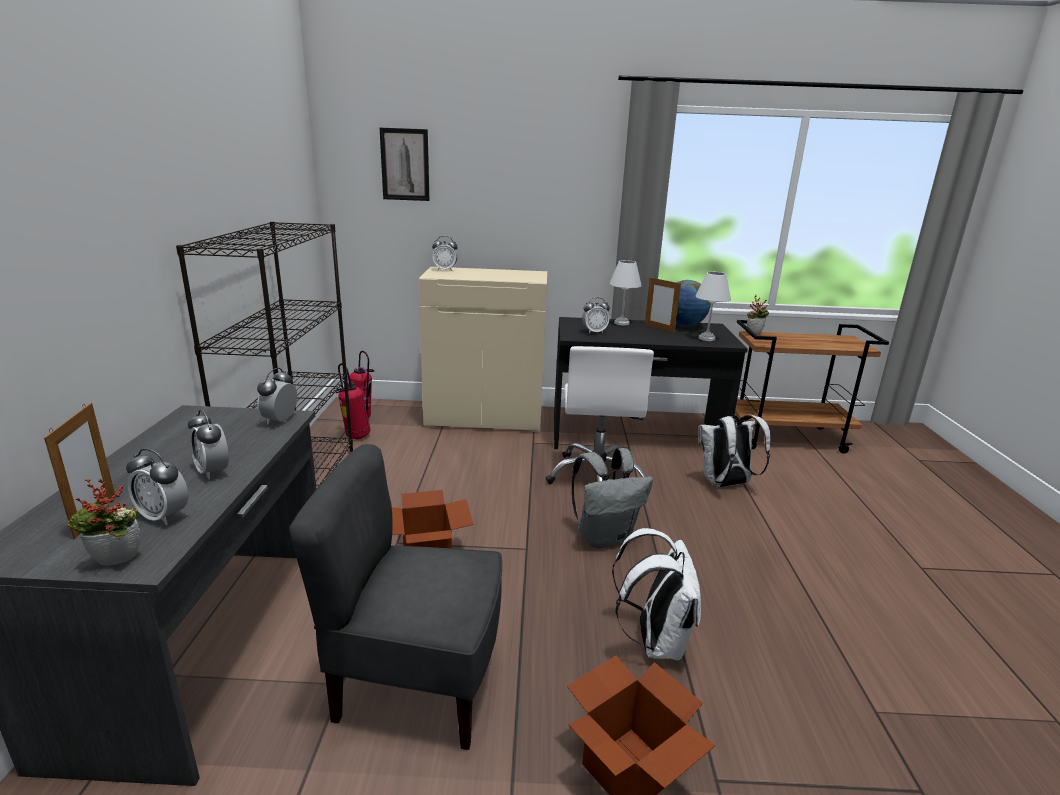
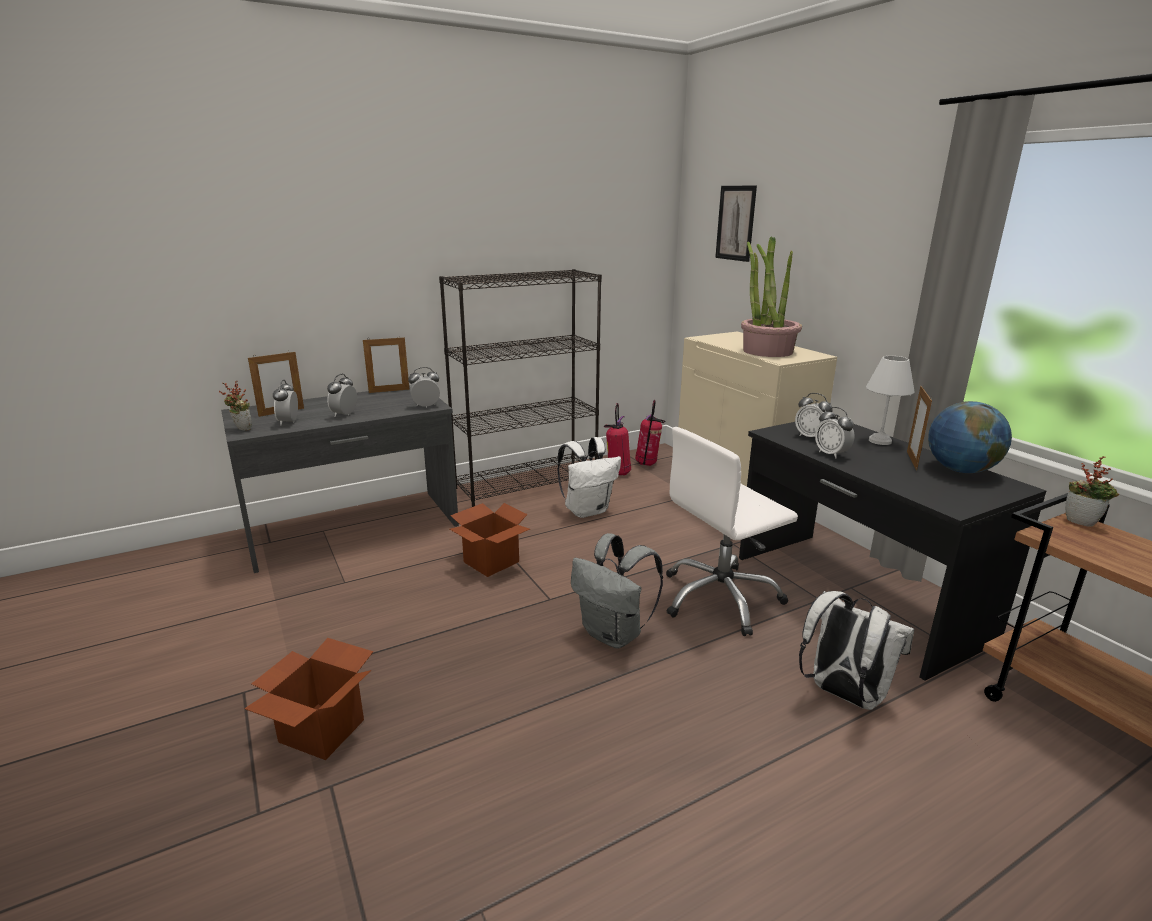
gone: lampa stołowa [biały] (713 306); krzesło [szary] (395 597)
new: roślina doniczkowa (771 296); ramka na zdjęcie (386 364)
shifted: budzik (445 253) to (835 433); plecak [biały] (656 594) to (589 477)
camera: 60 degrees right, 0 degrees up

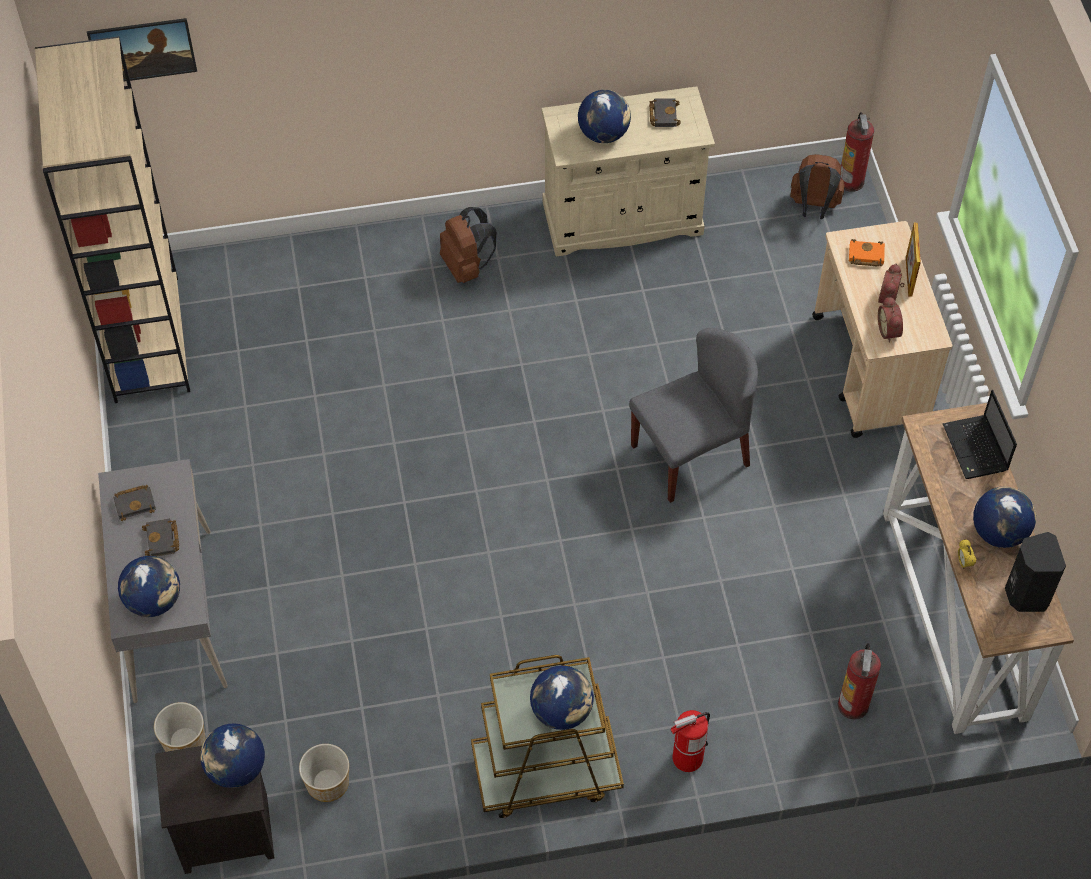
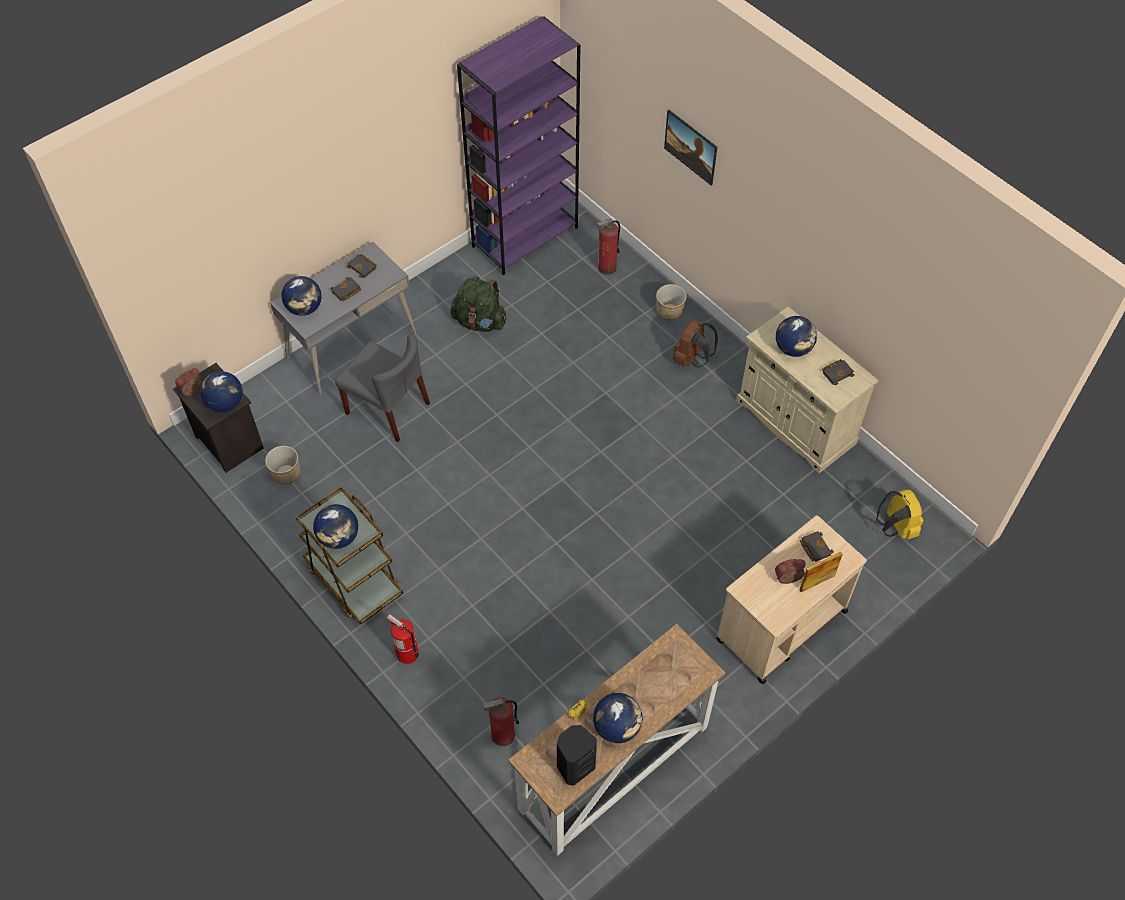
gone: laptop (980 434)
new: plecak [zielony] (479 304)
shifted: obraz (142 50) to (690 147); gaśnica (857 152) to (608 247); budzik (890 319) to (189 382); krzesło [szary] (693 415) to (382 388); donica (179 727) to (671 302)
repainted: regał [beżowy] (112 219) to regał [fioletowy] (518 145); plecak [brązowy] (817 186) to plecak [żółty] (900 514); książka [pomarańczowy] (867 253) to książka [czarny] (817 546)
camera: 60 degrees right, 0 degrees up

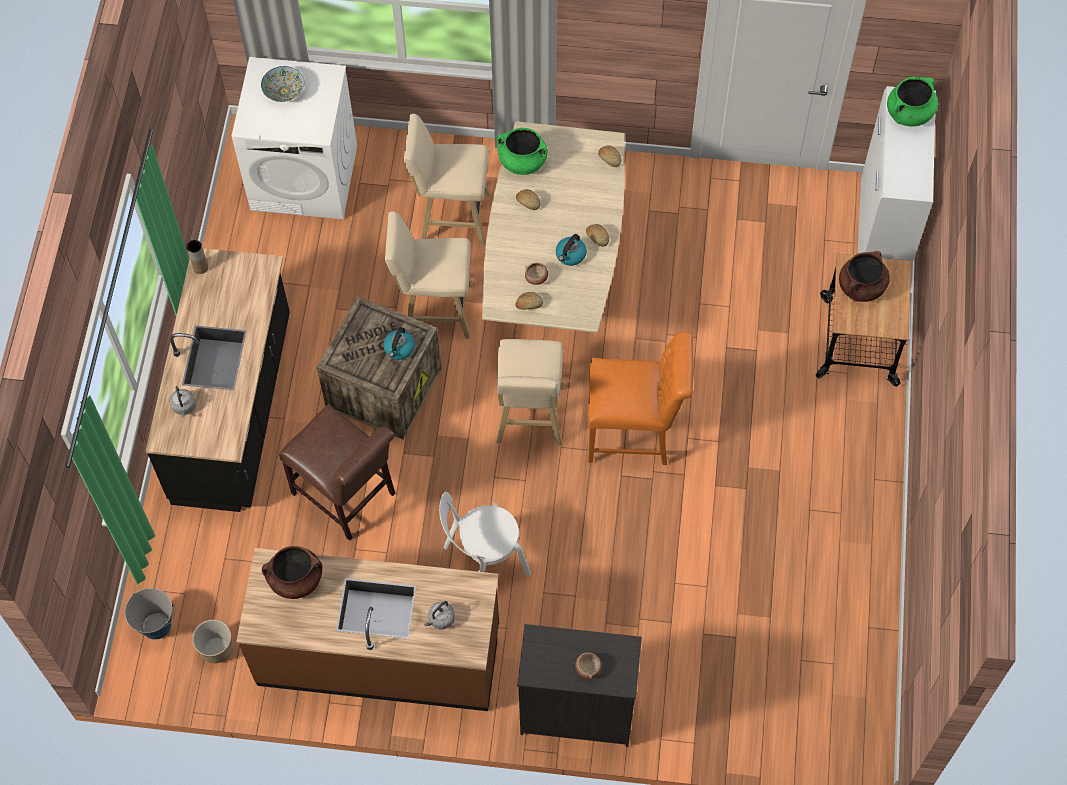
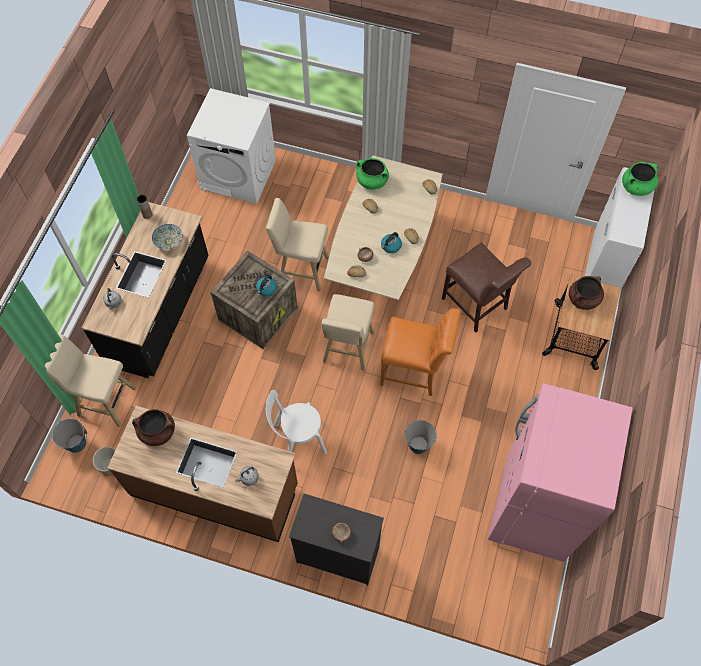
new: lodówka [różowy] (560 472); wiadro (421 437)
shifted: miska (283 84) to (167 237); stołek [beżowy] (447 180) to (91 380); krzesło [brązowy] (337 472) to (486 287)
camera: 10 degrees right, 0 degrees up

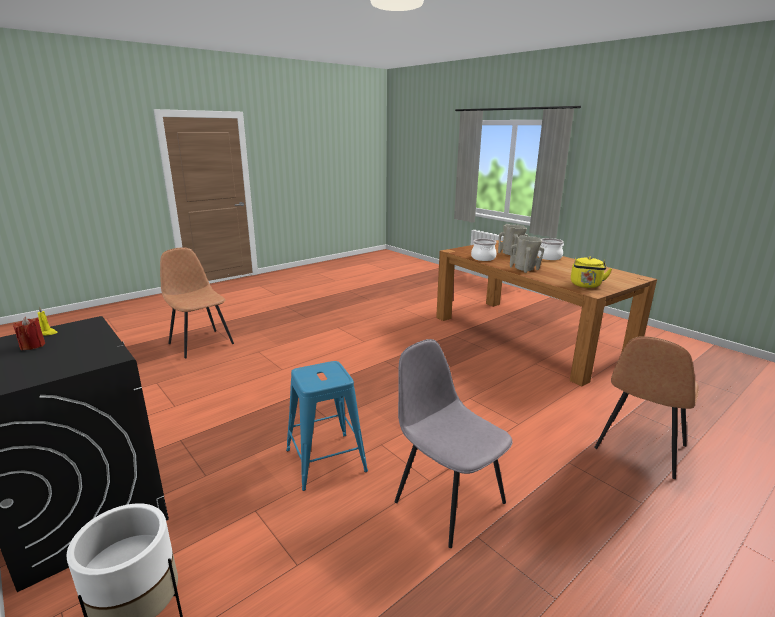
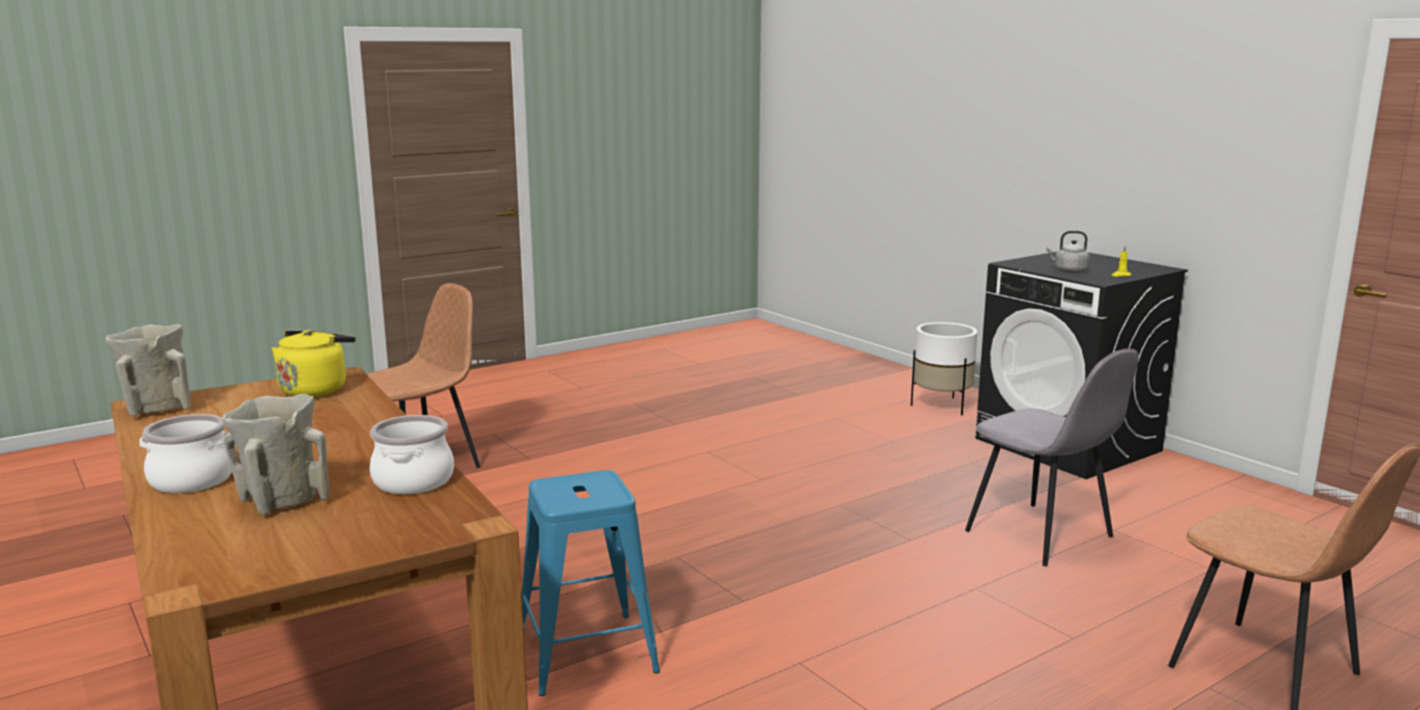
gone: świeca [czerwony] (29 333)
new: czajnik [szary] (1068 252)
shifted: wazon [beżowy] (527 254) to (147 370); krzesło [szary] (453 443) to (1052 457); stołek [niebieski] (327 426) to (591 583)
camera: 175 degrees left, 5 degrees down

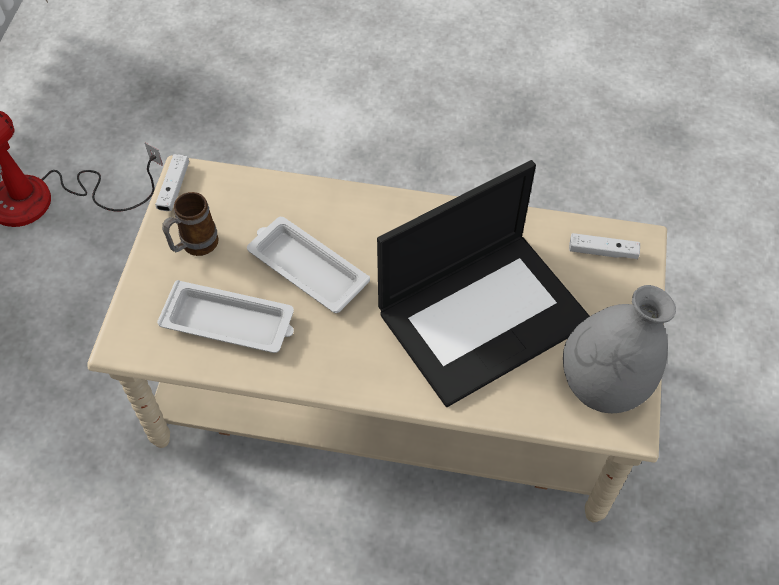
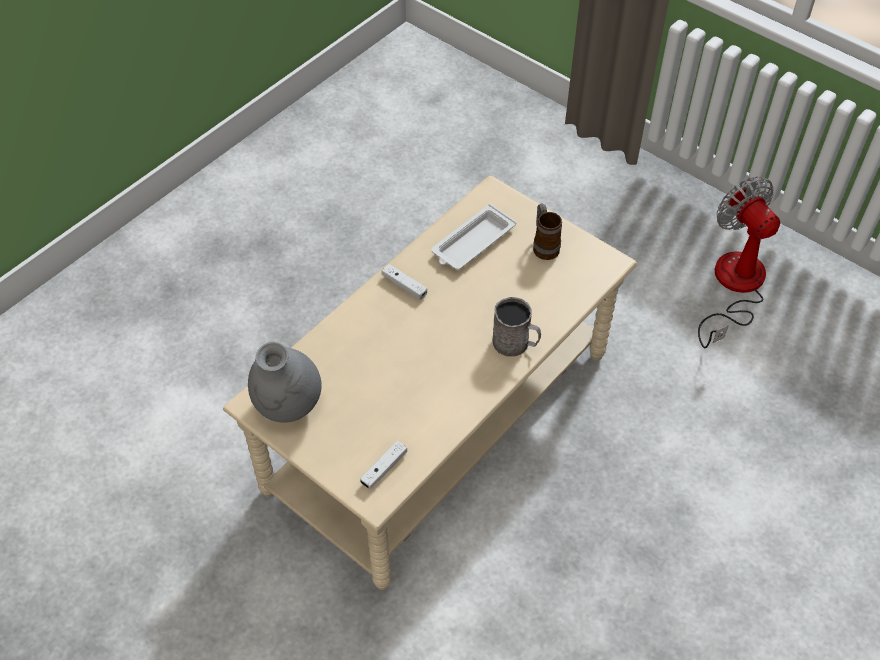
gone: laptop (483 283); taca [biały] (308 265)
new: kubek [szary] (516 327)
shifted: pad do gier [biały] (172 182) to (404 282)
camera: 120 degrees right, 5 degrees down

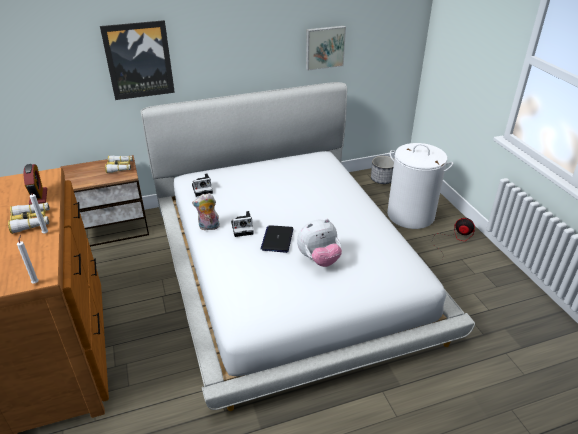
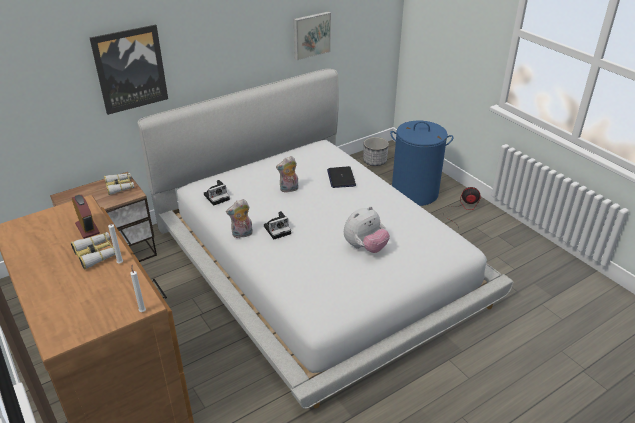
new: pluszak (287 174)
shifted: laptop (277 239) to (341 177)
repainted: kosz na pranie [biały] (420 186) to kosz na pranie [niebieski] (421 163)
camera: 15 degrees left, 0 degrees up

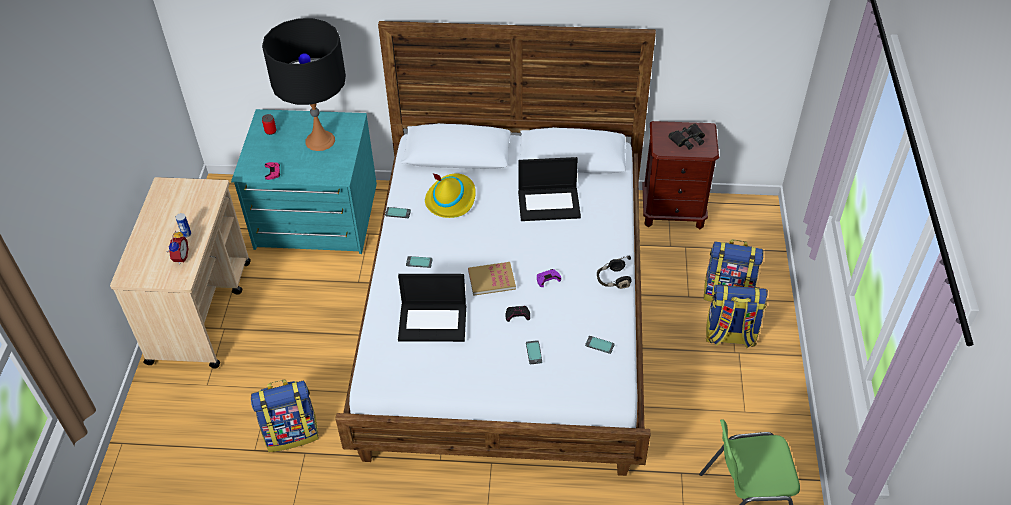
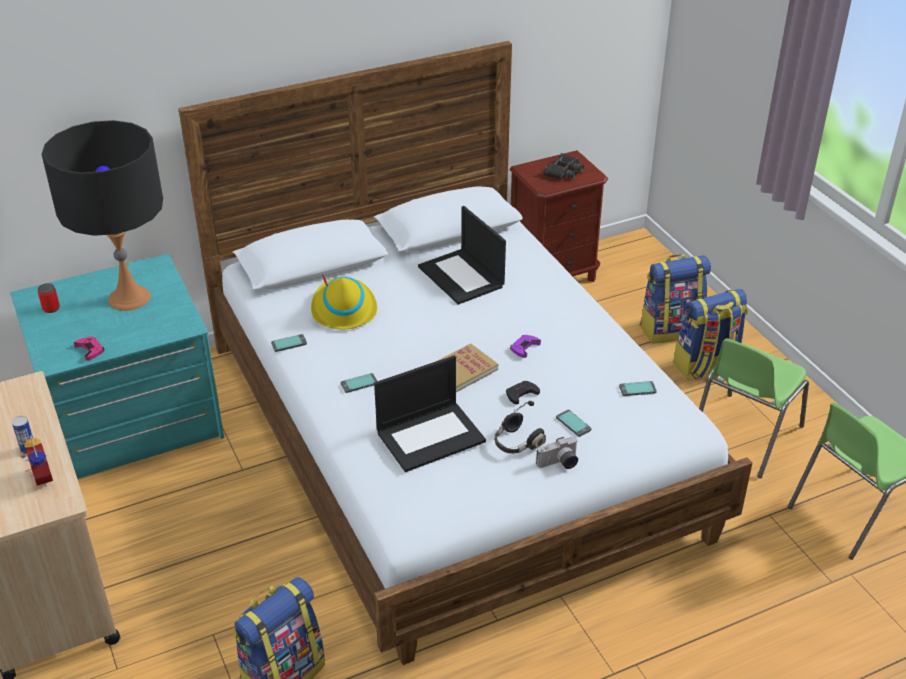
new: krzesło [zielony] (754 408); aparat fotograficzny (557 453)
shifted: słuchawki [czarny] (614 272) to (520 427)
rotated: laptop (549 189) = (462 255) 90 degrees clockwise
camera: 30 degrees left, 10 degrees down

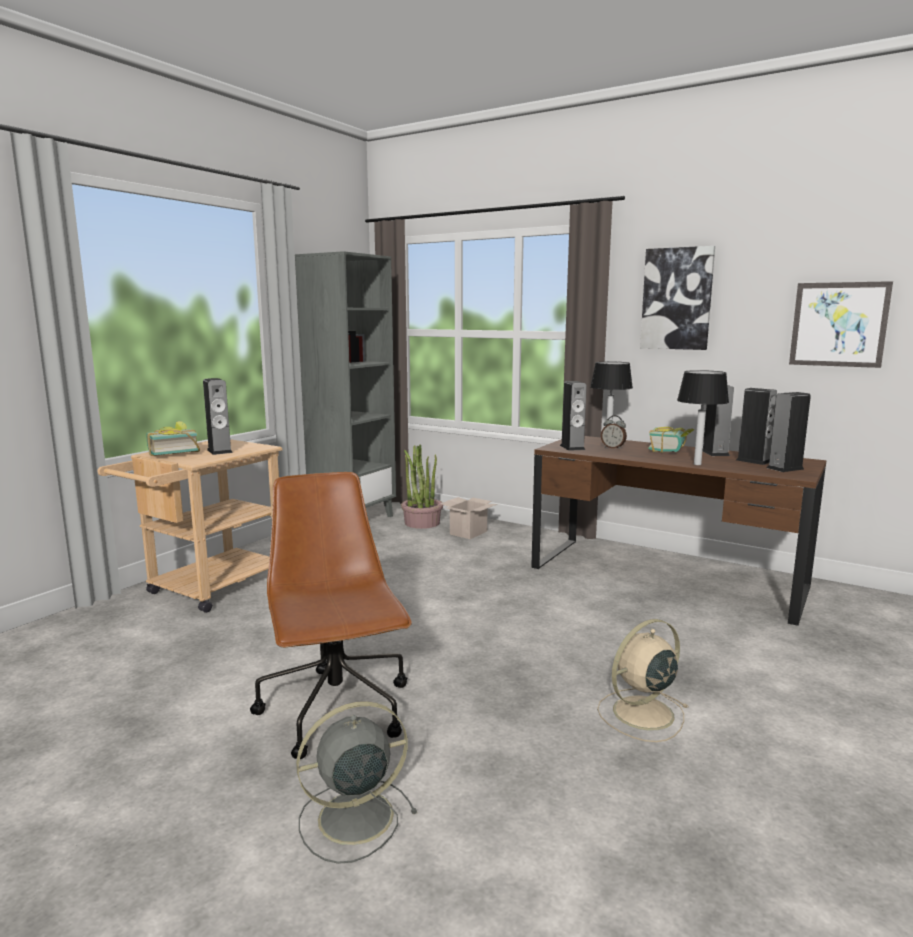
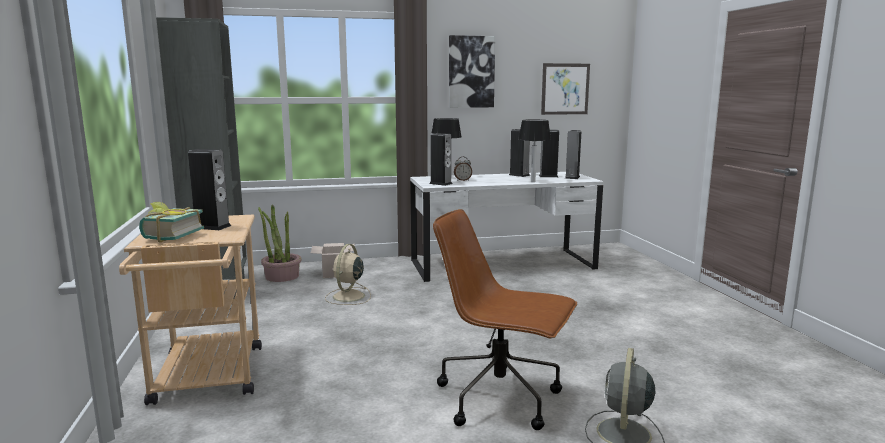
gone: książka (672 439)
shifted: wentylator [beżowy] (642 680) to (348 274)
repainted: biurko [brązowy] (679 531) to biurko [biały] (507 227)
camera: 45 degrees left, 0 degrees up

